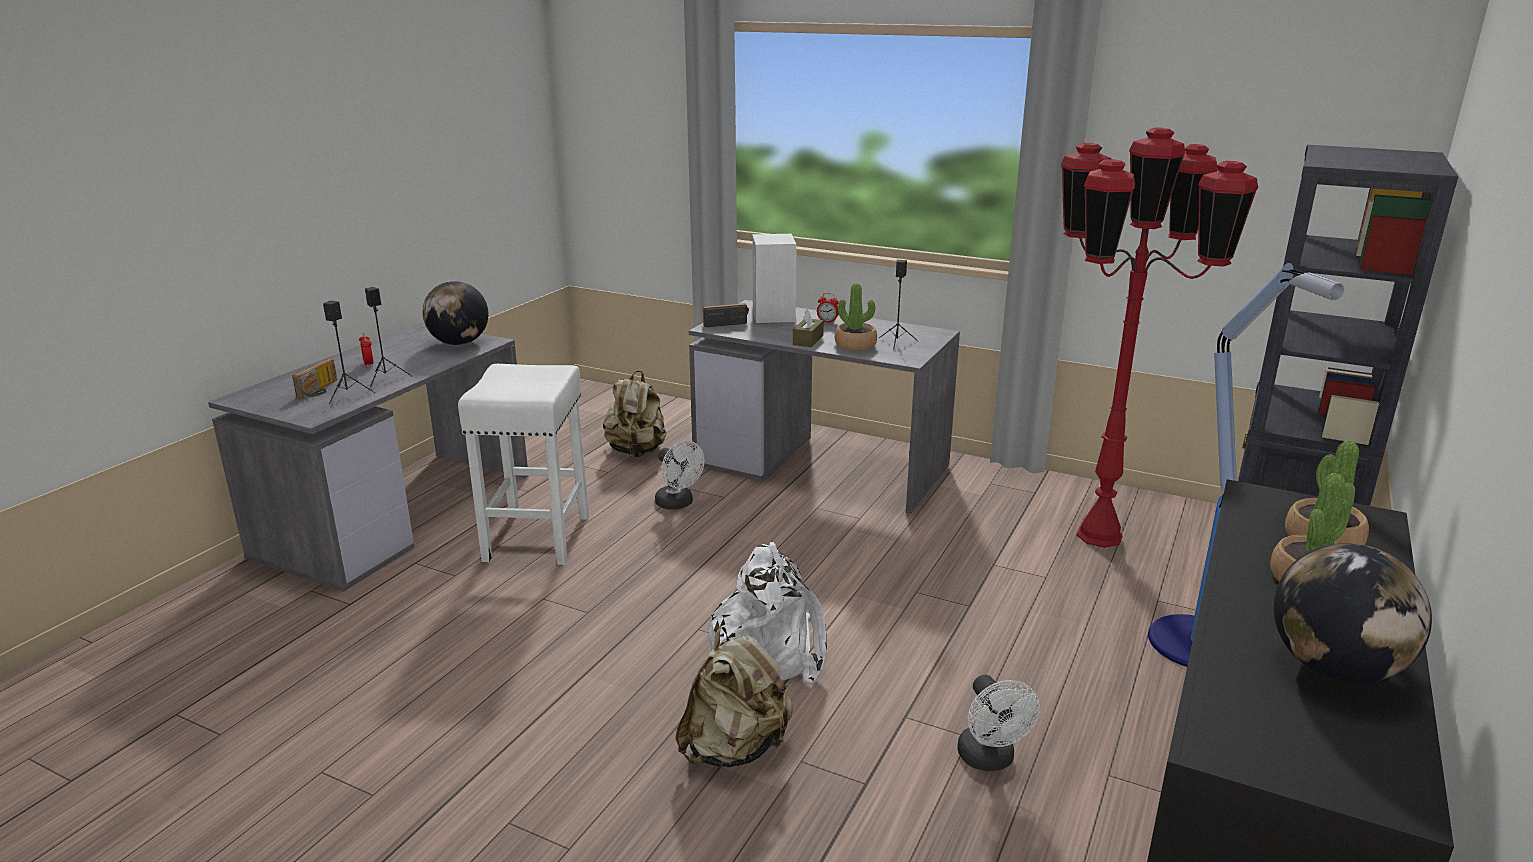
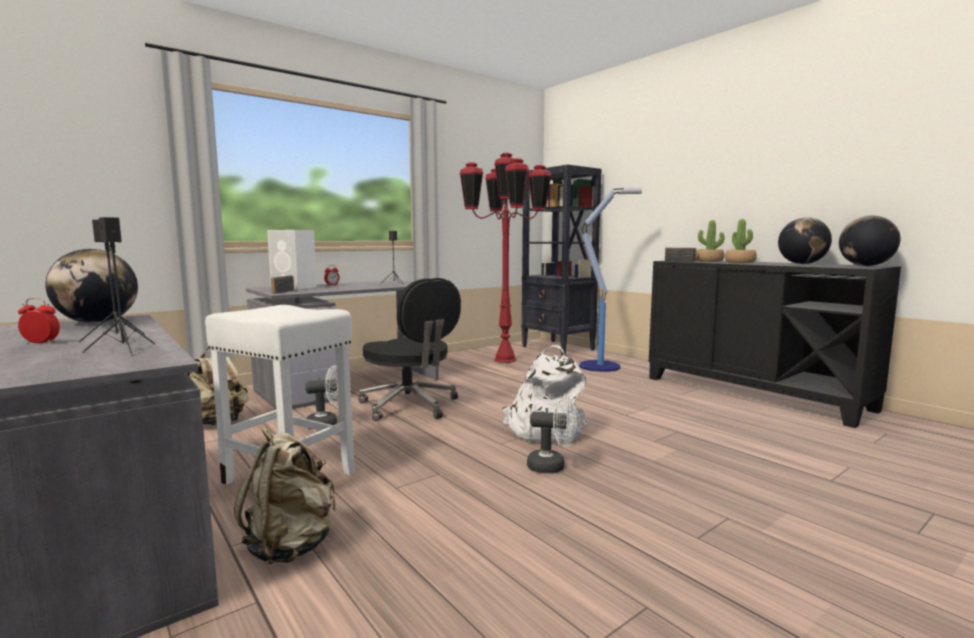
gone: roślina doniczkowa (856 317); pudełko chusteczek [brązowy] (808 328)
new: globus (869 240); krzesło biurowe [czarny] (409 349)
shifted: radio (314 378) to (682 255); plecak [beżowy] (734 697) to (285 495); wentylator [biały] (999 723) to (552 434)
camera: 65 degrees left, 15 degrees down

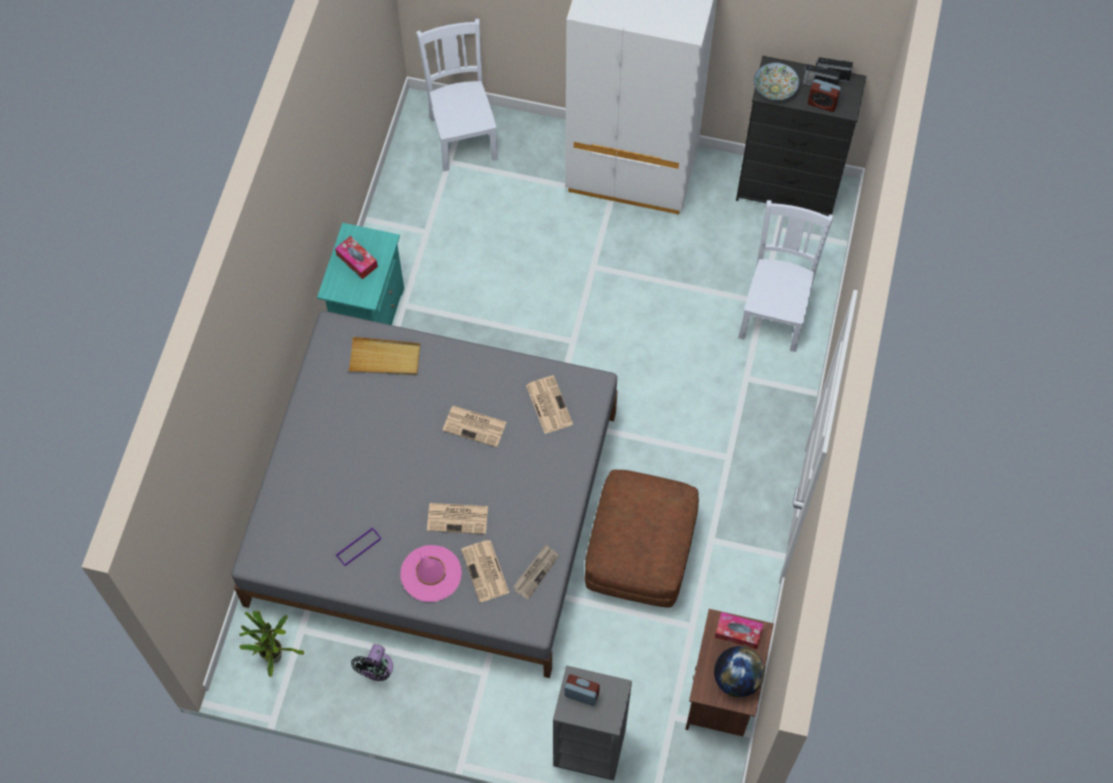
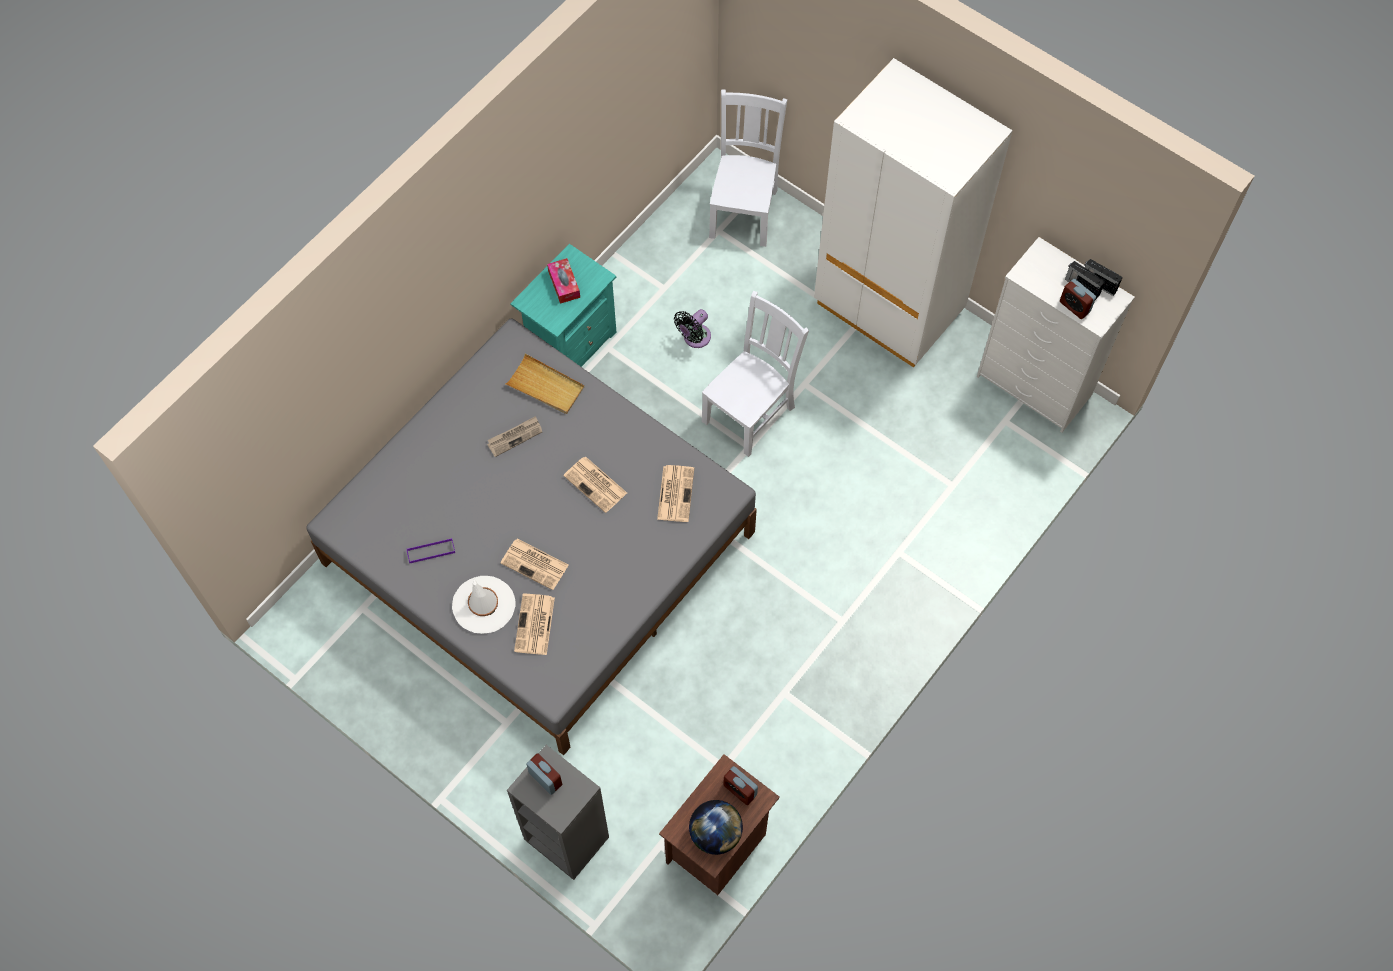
gone: miska (776 81); pufa [brązowy] (642 538); roślina doniczkowa (271 643)
shifted: krzesło [biały] (786 276) to (755 374); gazeta (536 572) to (514 436); wentylator [czarny] (372 662) to (692 328)
swapped: pudełko chusteczek (739 630) to budzik (740 785)
repainted: komoda [czarny] (801 136) to komoda [biały] (1056 335); kapelusz [różowy] (431 573) to kapelusz [biały] (483 605)
camera: 25 degrees right, 0 degrees up

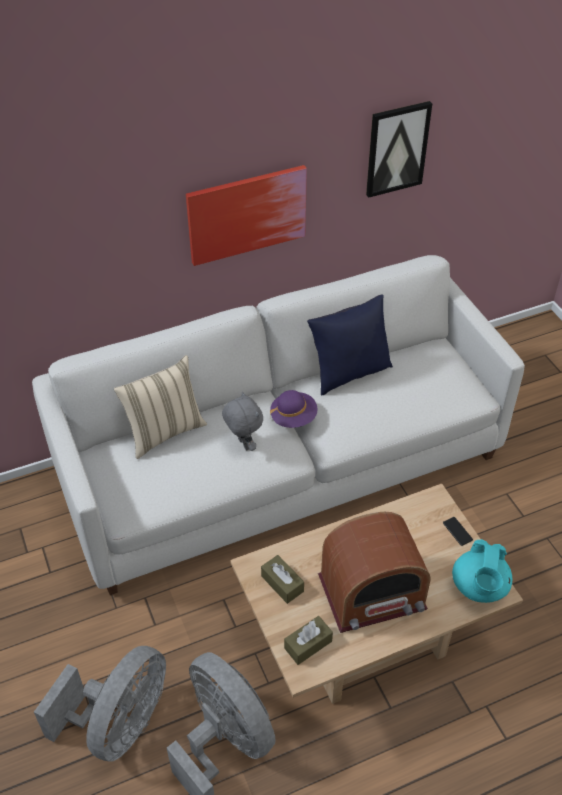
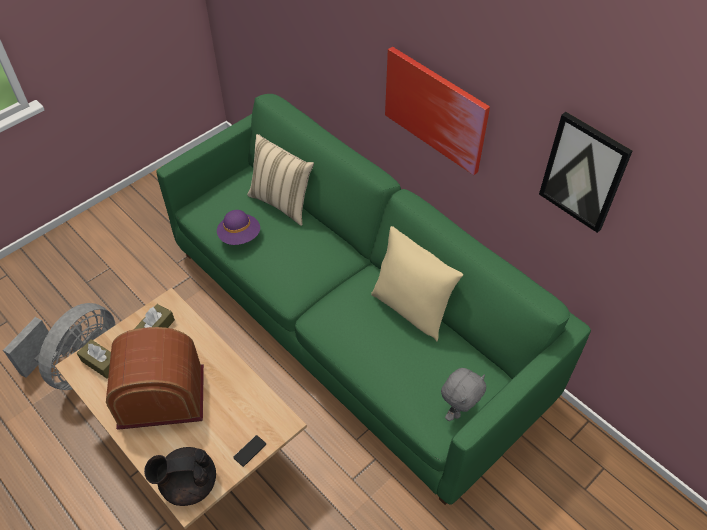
gone: wentylator [szary] (100 704)
shifted: kapelusz [fioletowy] (293 409) to (238 227); pluszak [szary] (242 421) to (463 394)
repainted: kanapa [biały] (278 425) to kanapa [zielony] (373 299); poduszka [niebieski] (350 345) to poduszka [beżowy] (417 283); imbryk [turkusowy] (482 571) to imbryk [czarny] (180 476)
rotated: radio (374 572) = (155 378) 120 degrees clockwise
camera: 70 degrees right, 5 degrees up

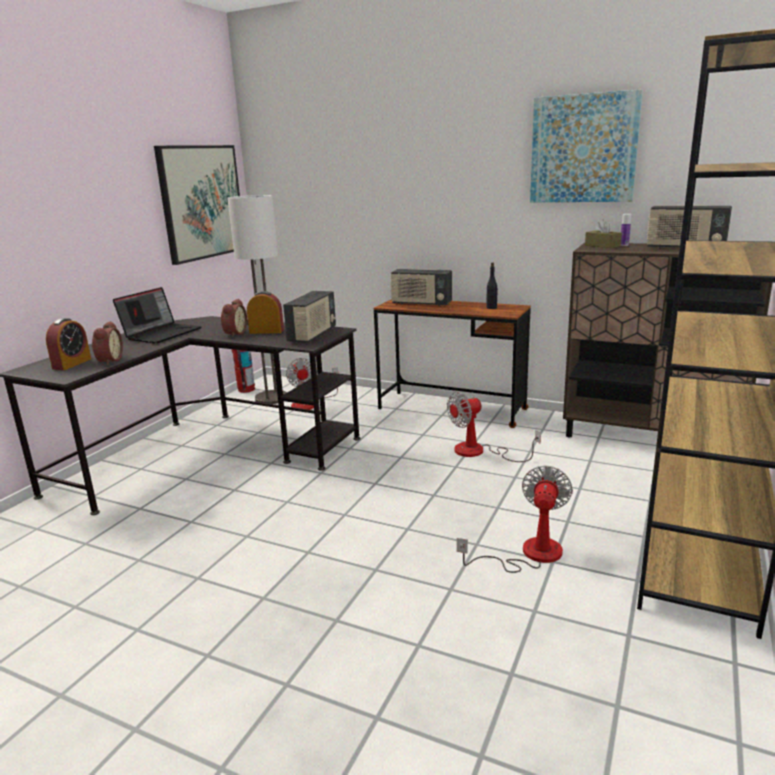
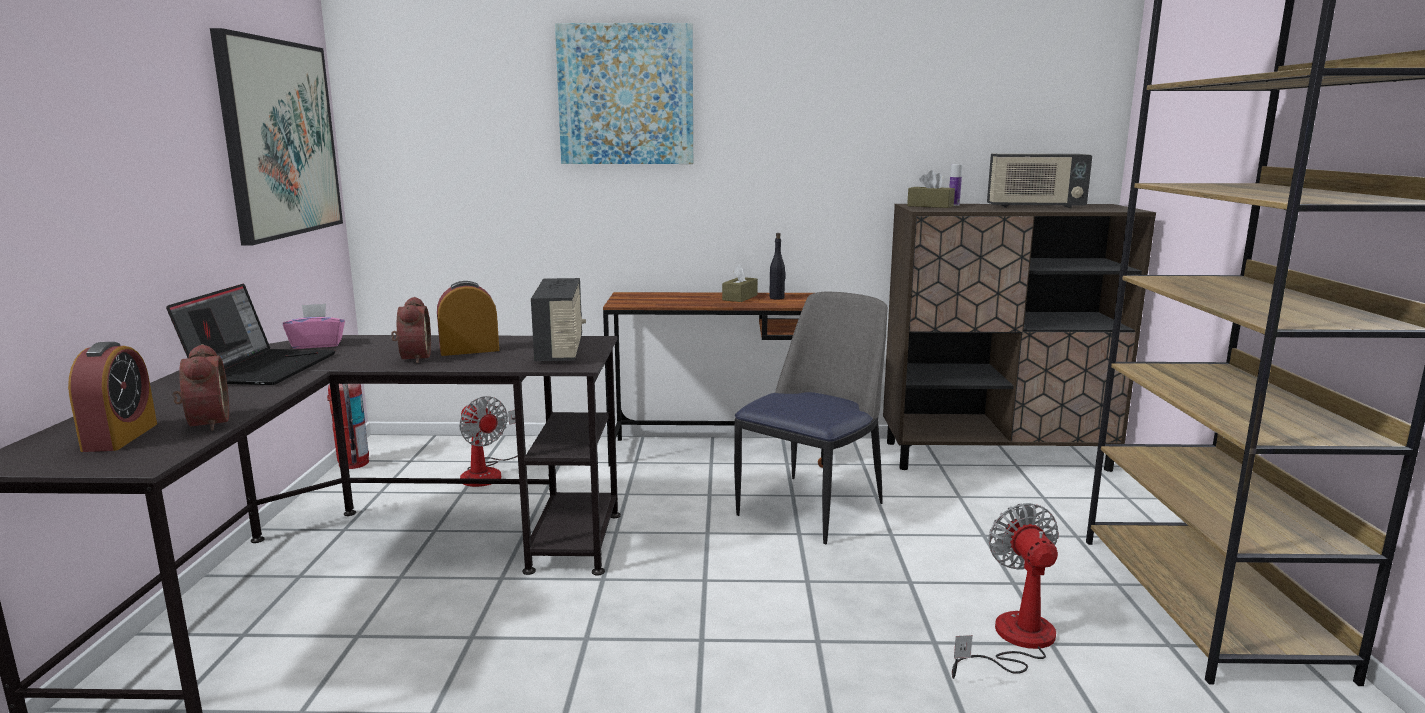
gone: lampa stojąca (257 299); radio (421 287)
new: pudełko chusteczek [brązowy] (740 283); pudełko chusteczek [różowy] (314 326)
shifted: obraz (586 145) to (624 93)
swapped: wentylator (494 427) to krzesło (811 418)
camera: 25 degrees left, 5 degrees down

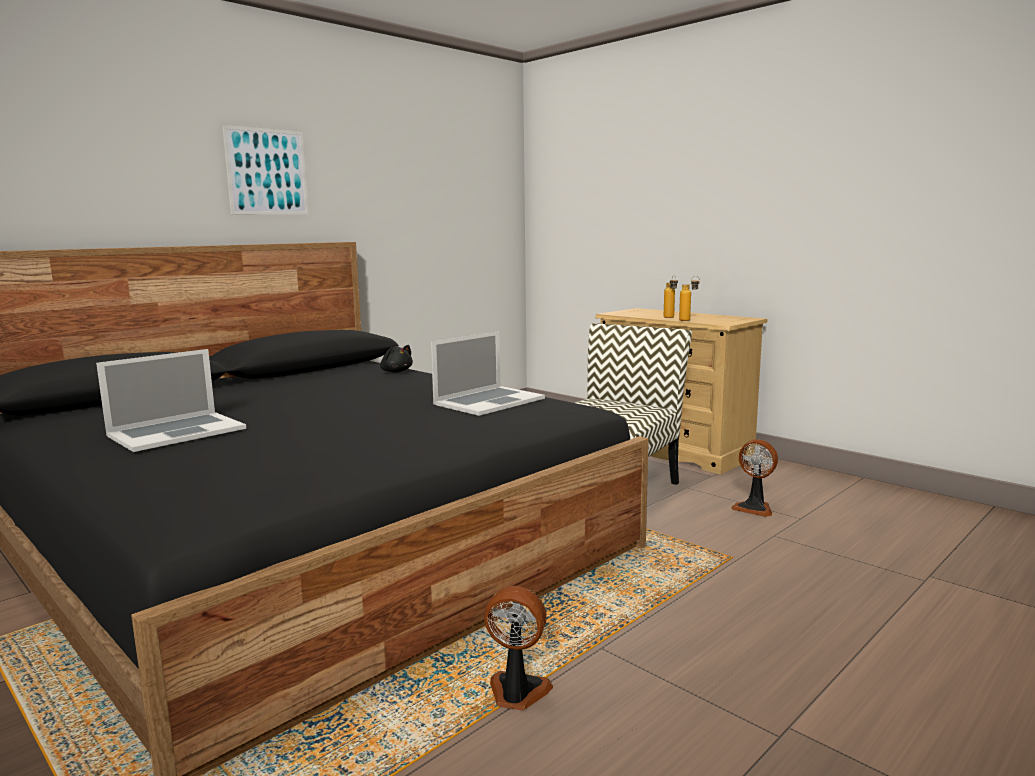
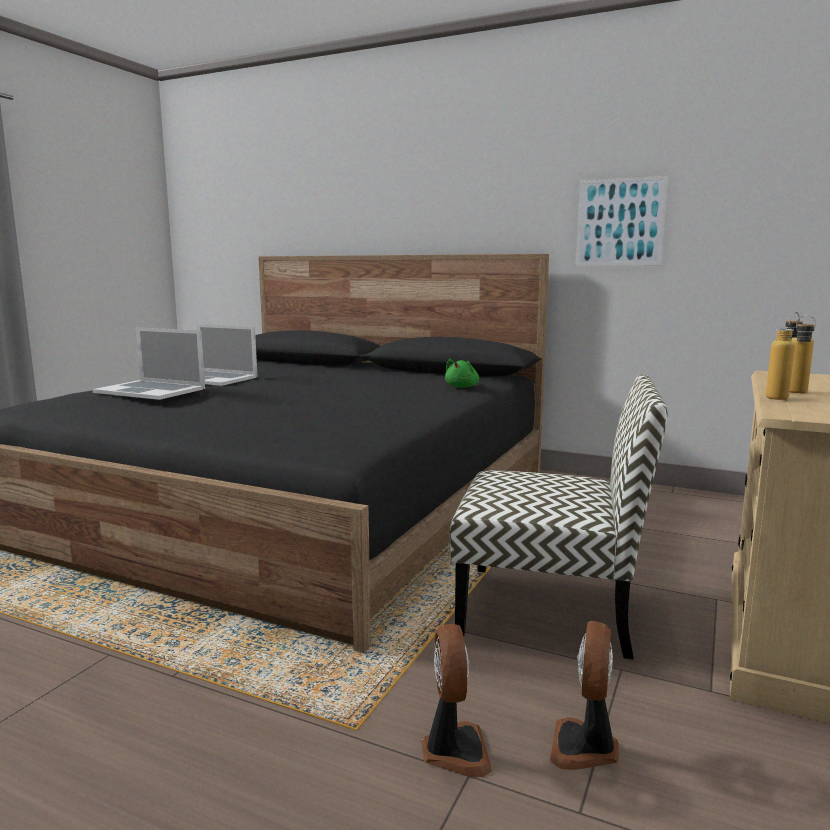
shifted: obraz (265 170) to (622 220); laptop (488 373) to (148 363); wentylator (518 648) to (456 700)
repainted: pluszak [czarny] (396 359) to pluszak [zielony] (462 373)
camera: 70 degrees right, 0 degrees up

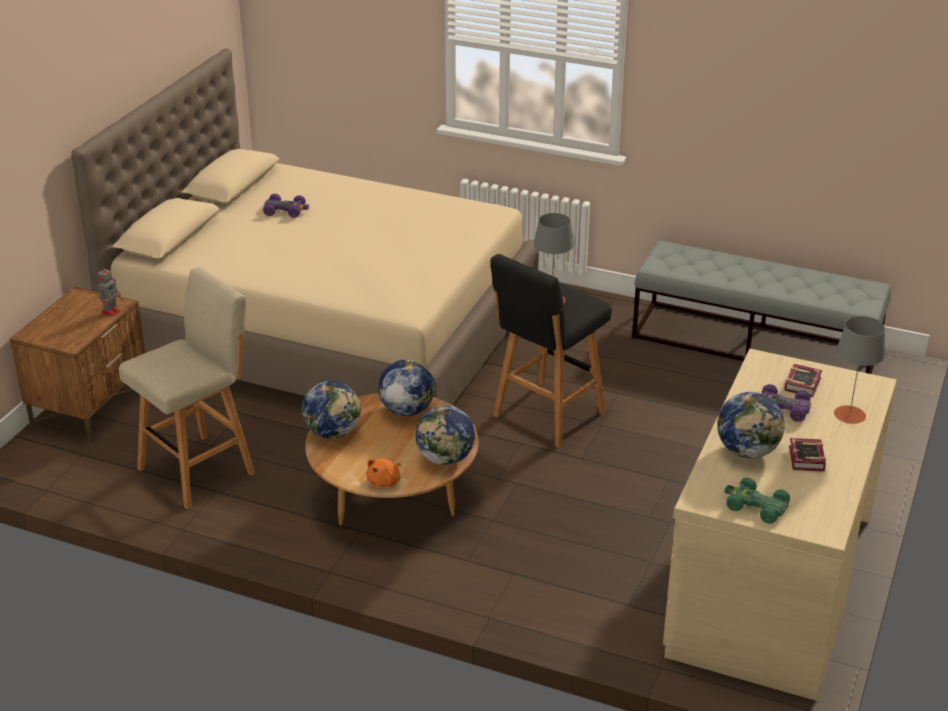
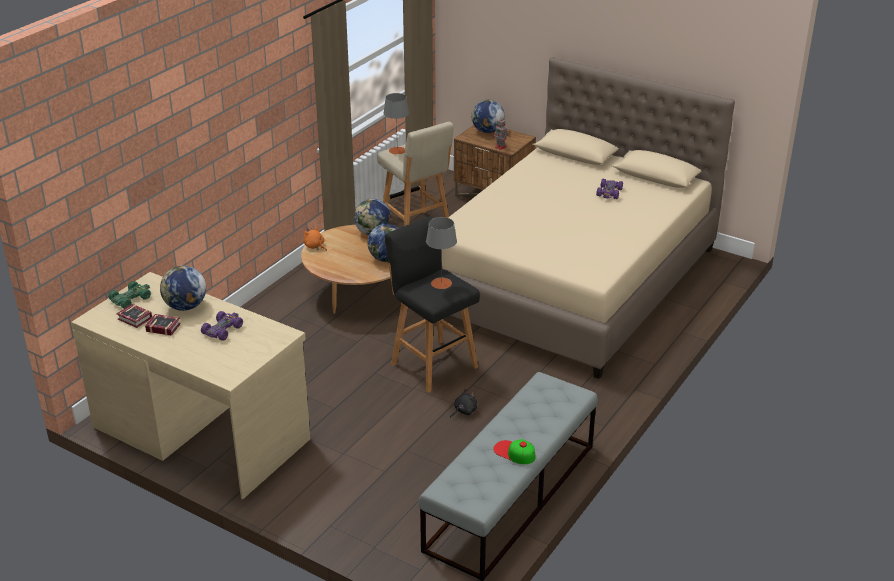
new: pluszak [czarny] (463 403); czapka z daszkiem (514 451)
shifted: lampa stołowa [szary] (859 370) to (396 124); książka (803 380) to (134 316); globus (445 435) to (488 116)
camera: 100 degrees right, 0 degrees up

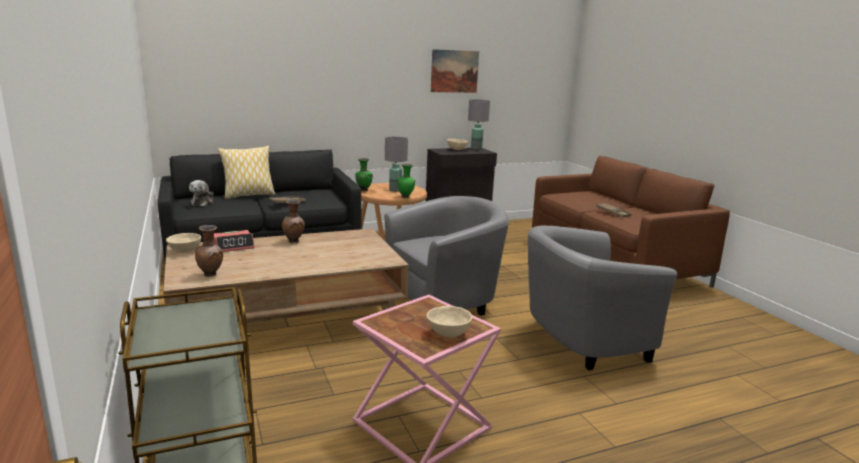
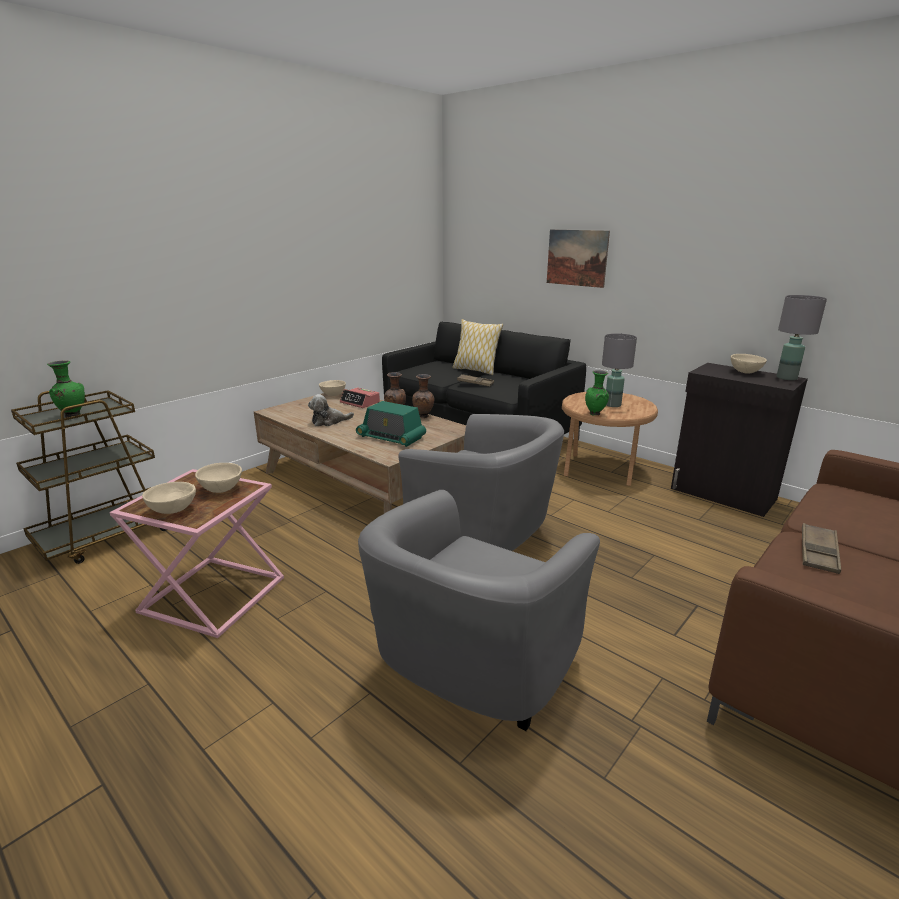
new: radio (391 424); miska [beżowy] (218 478)
shifted: obraz (455 71) to (578 258); wazon [zielony] (364 174) to (66 389); pluszak (201 193) to (331 410); wazon [brązowy] (209 251) to (423 396)
rotated: fotel [szary] (602 298) = (479 610) 105 degrees counterclockwise
camera: 65 degrees right, 5 degrees up

